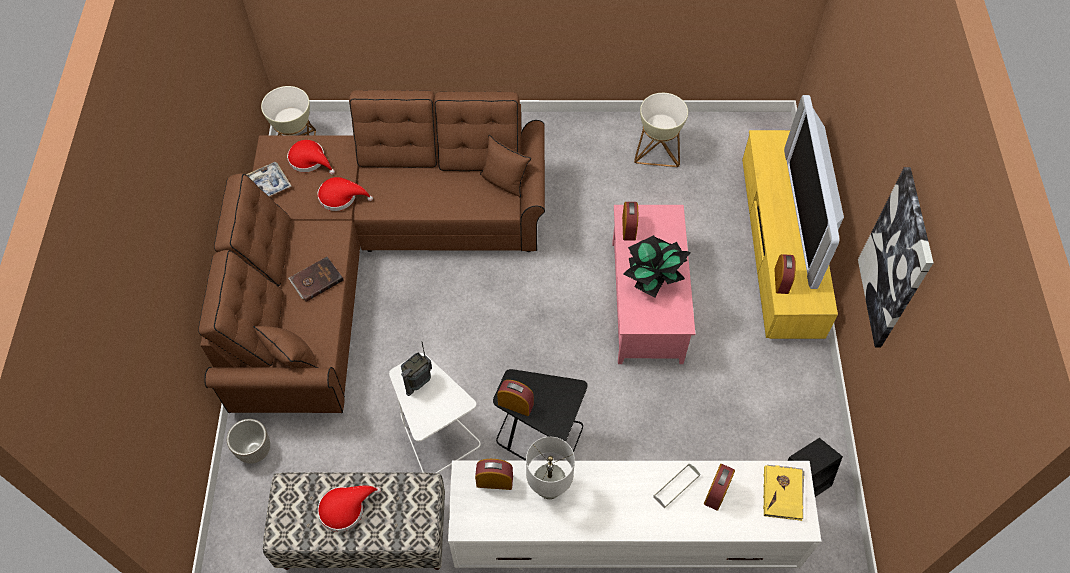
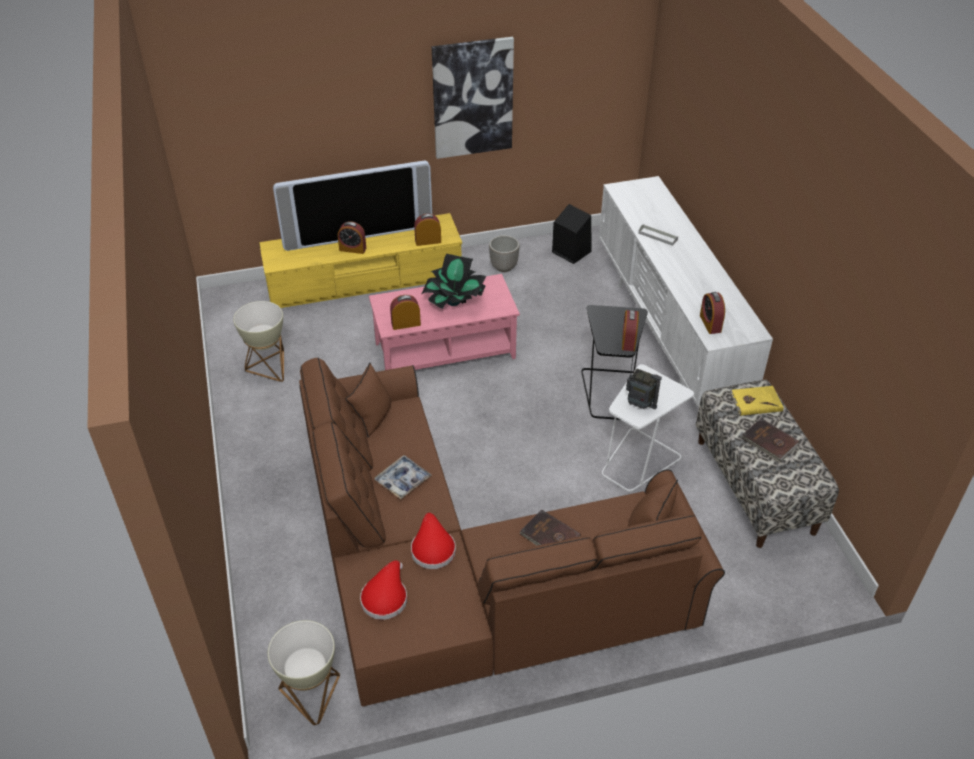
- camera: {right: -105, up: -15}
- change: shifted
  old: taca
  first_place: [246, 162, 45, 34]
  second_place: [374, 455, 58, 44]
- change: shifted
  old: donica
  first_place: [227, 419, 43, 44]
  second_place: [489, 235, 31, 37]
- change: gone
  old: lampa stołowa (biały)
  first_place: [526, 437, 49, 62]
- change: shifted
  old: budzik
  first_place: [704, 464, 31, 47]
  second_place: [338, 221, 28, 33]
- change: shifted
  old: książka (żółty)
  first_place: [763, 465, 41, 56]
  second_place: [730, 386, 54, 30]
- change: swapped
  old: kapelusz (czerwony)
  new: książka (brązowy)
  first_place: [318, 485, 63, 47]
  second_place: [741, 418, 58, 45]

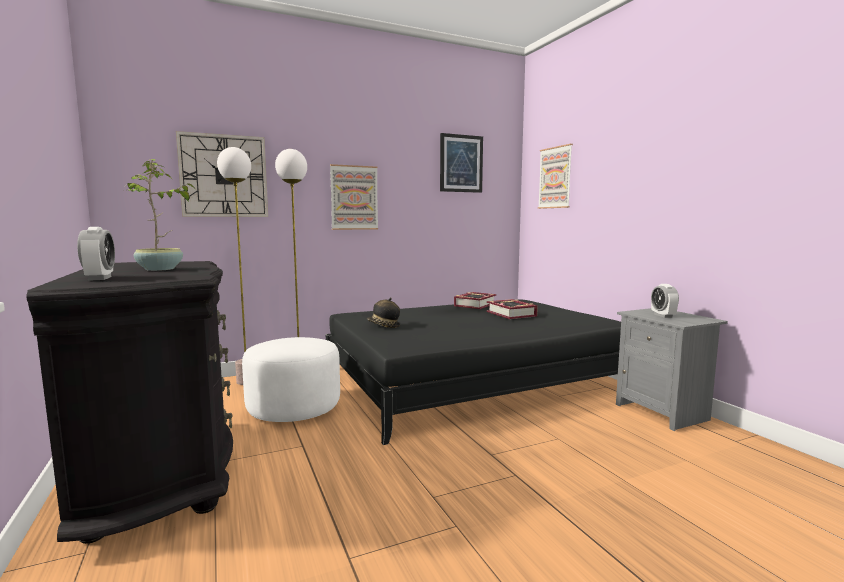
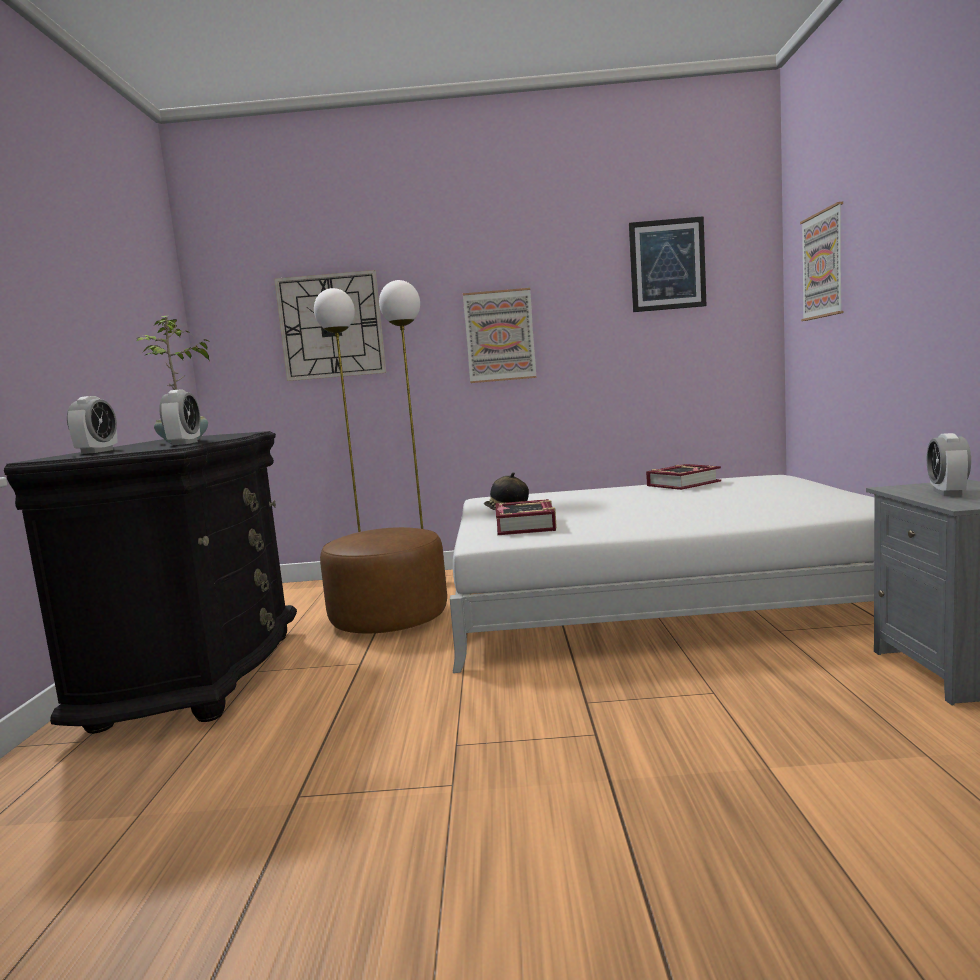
- camera: {right: 25, up: 0}
- change: shifted
  old: książka
  first_place: [487, 299, 51, 20]
  second_place: [496, 499, 61, 36]
- change: repainted
  old: łóżko (czarny)
  new: łóżko (biały)
  first_place: [326, 300, 295, 145]
  second_place: [450, 475, 424, 198]
- change: repainted
  old: pufa (biały)
  new: pufa (brązowy)
  first_place: [242, 337, 98, 85]
  second_place: [320, 527, 127, 106]
- change: new
  new: budzik
  second_place: [159, 389, 41, 56]

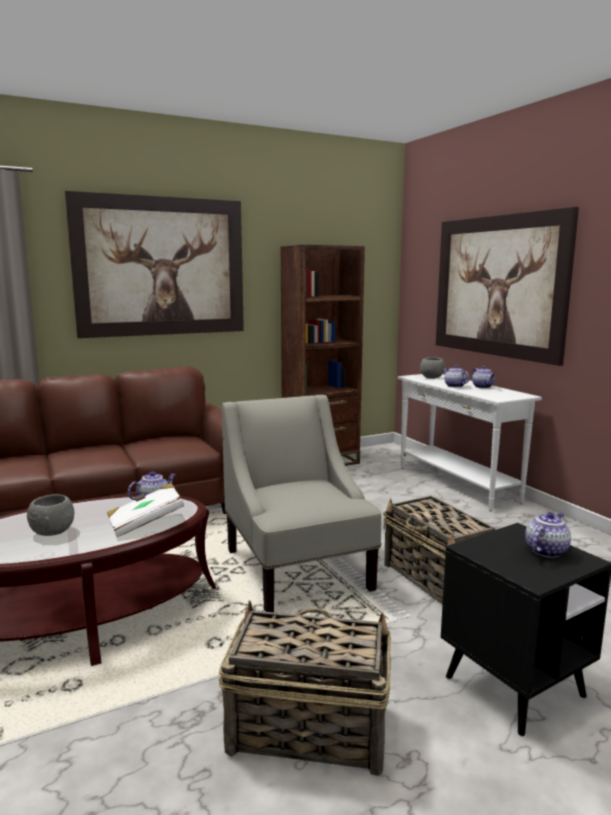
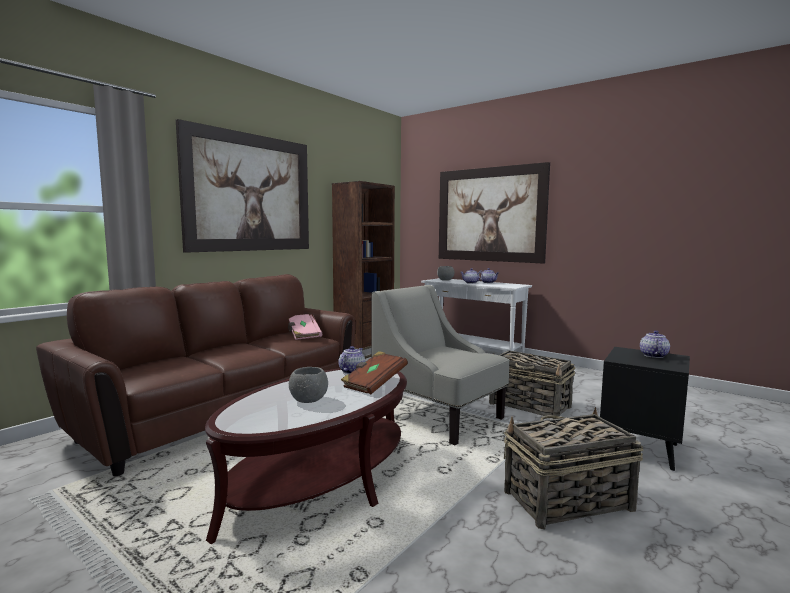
- camera: {right: -25, up: -5}
- change: repainted
  old: książka (biały)
  new: książka (brązowy)
  first_place: [107, 483, 77, 54]
  second_place: [341, 351, 67, 43]
- change: new
  new: książka (różowy)
  second_place: [288, 314, 34, 26]

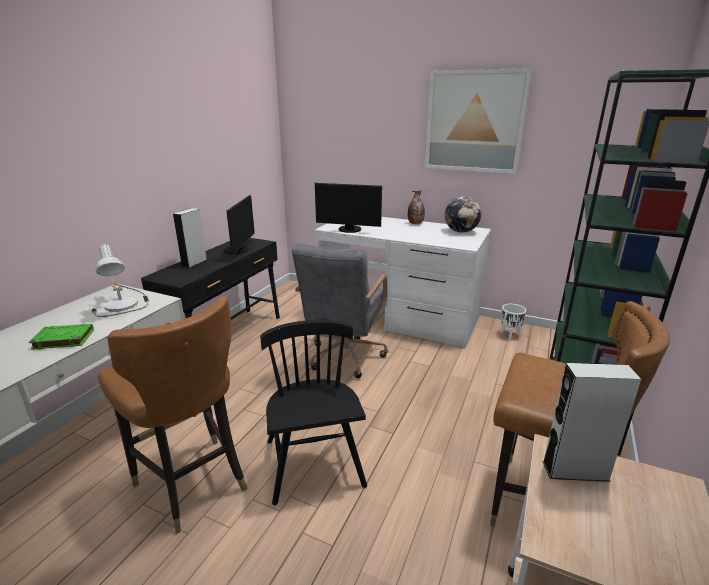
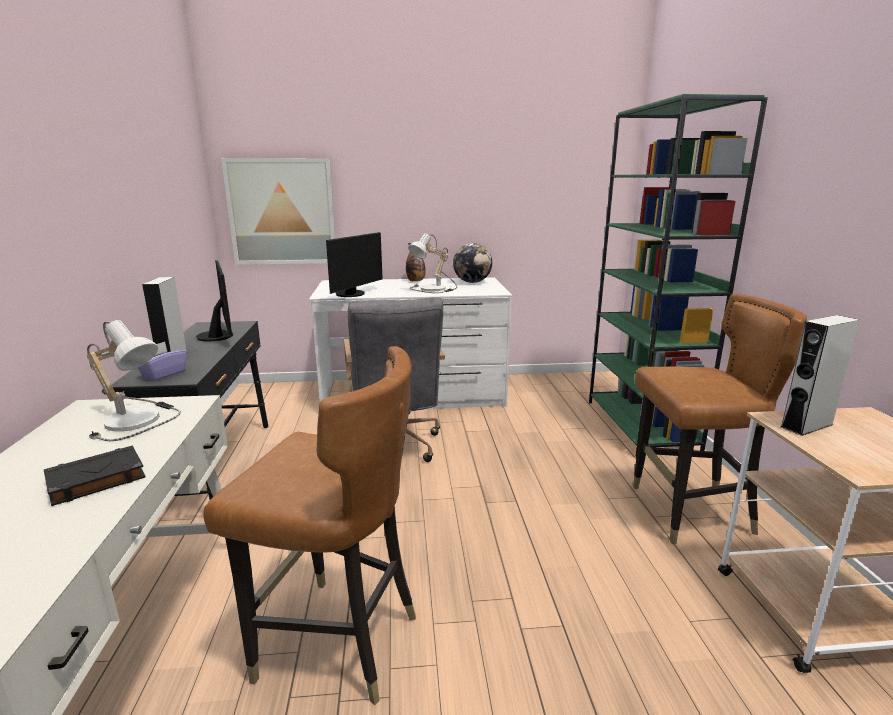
- camera: {right: -30, up: -5}
- change: shifted
  old: obraz
  first_place: [425, 68, 107, 106]
  second_place: [221, 158, 115, 107]
- change: rotated
  old: monitor
  first_place: [315, 183, 67, 50]
  second_place: [326, 232, 57, 65]
  degrees: -45
- change: gone
  old: donica (biały)
  first_place: [501, 304, 25, 36]
- change: gone
  old: krzesło (czarny)
  first_place: [260, 320, 107, 185]
- change: repainted
  old: książka (zielony)
  new: książka (czarny)
  first_place: [29, 324, 65, 26]
  second_place: [44, 445, 102, 61]
- change: new
  new: lampa stołowa
  second_place: [408, 233, 49, 60]
- change: new
  new: pudełko chusteczek (fioletowy)
  second_place: [138, 342, 49, 39]

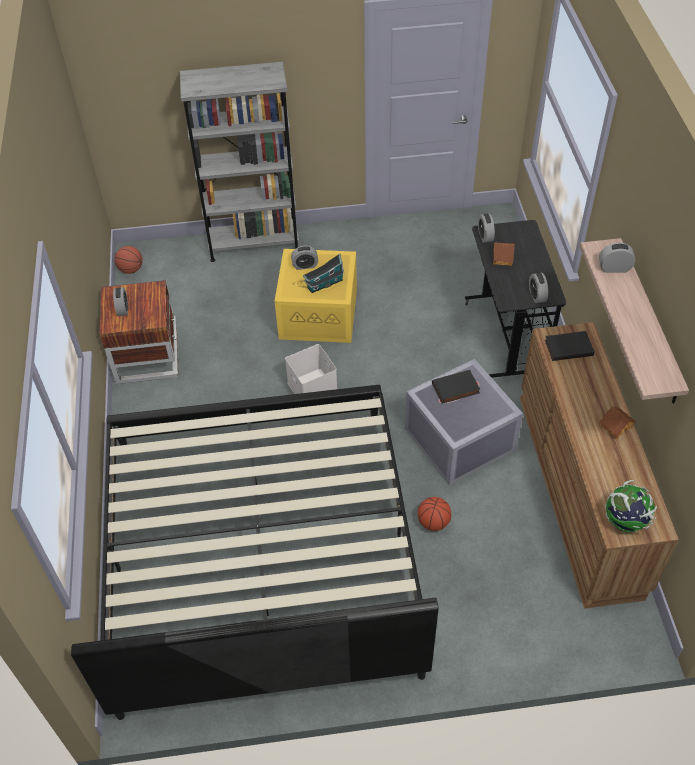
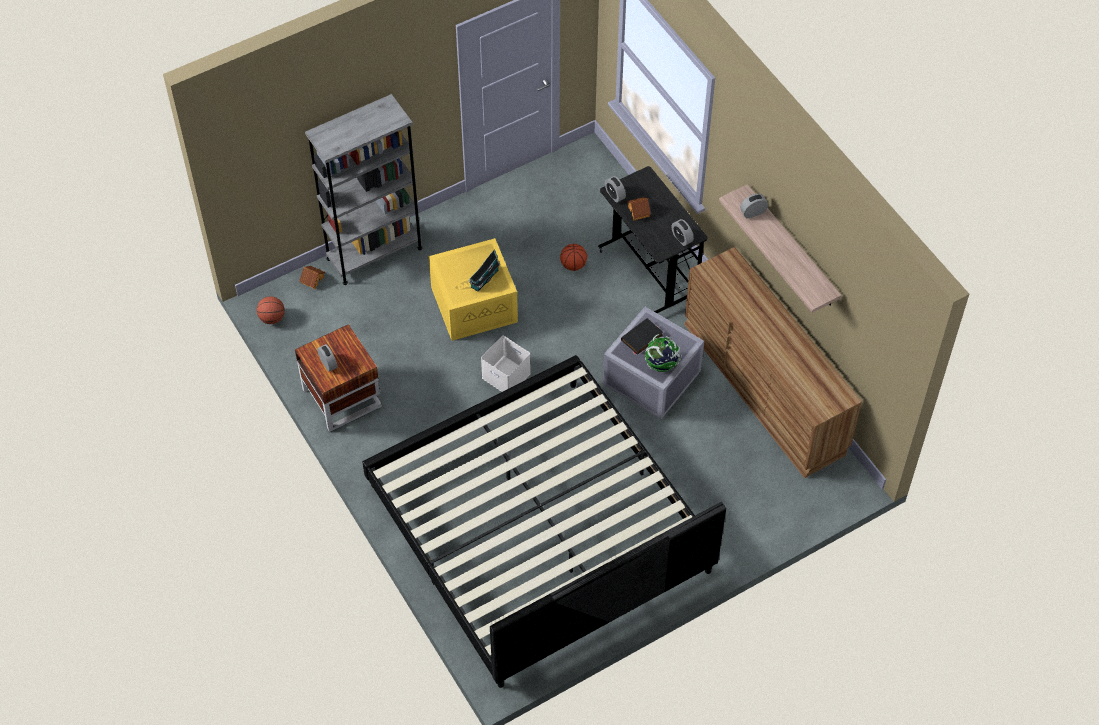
- camera: {right: -25, up: 5}
- change: gone
  old: budzik
  first_place: [291, 246, 27, 24]
- change: gone
  old: książka (czarny)
  first_place: [545, 331, 49, 30]
- change: shifted
  old: domek
  first_place: [599, 406, 37, 33]
  second_place: [299, 266, 26, 23]
- change: shifted
  old: globus
  first_place: [605, 480, 52, 52]
  second_place: [645, 334, 37, 38]
- change: shifted
  old: piłka do koszykówki
  first_place: [418, 497, 33, 34]
  second_place: [560, 244, 27, 27]

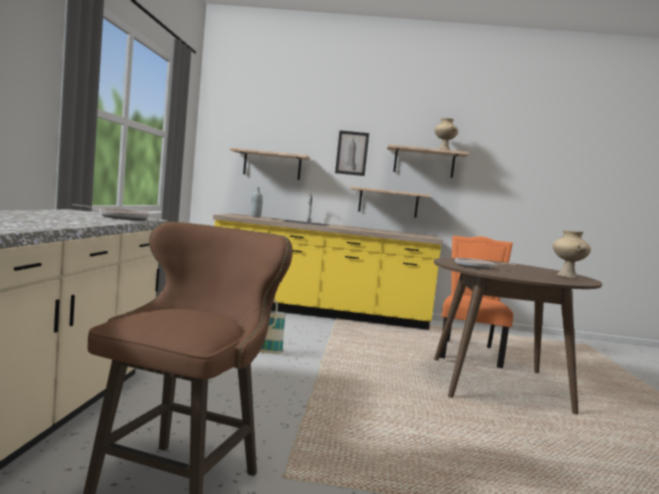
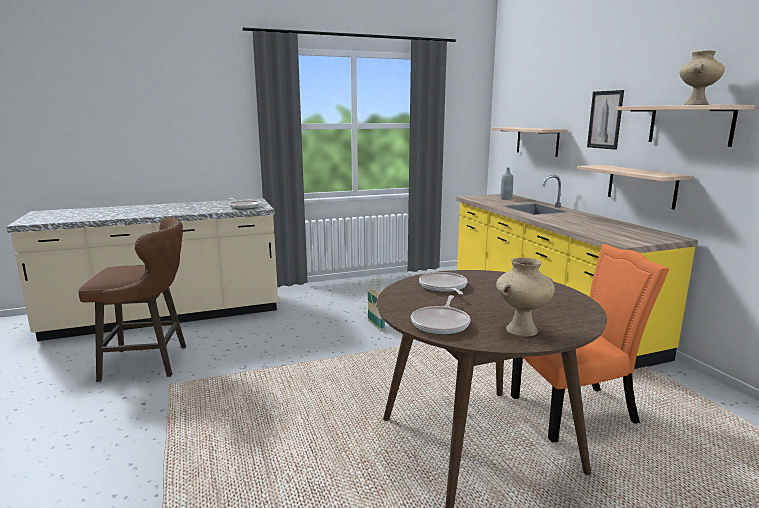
- camera: {right: 65, up: 10}
- change: new
  new: patelnia
  second_place: [411, 295, 59, 40]

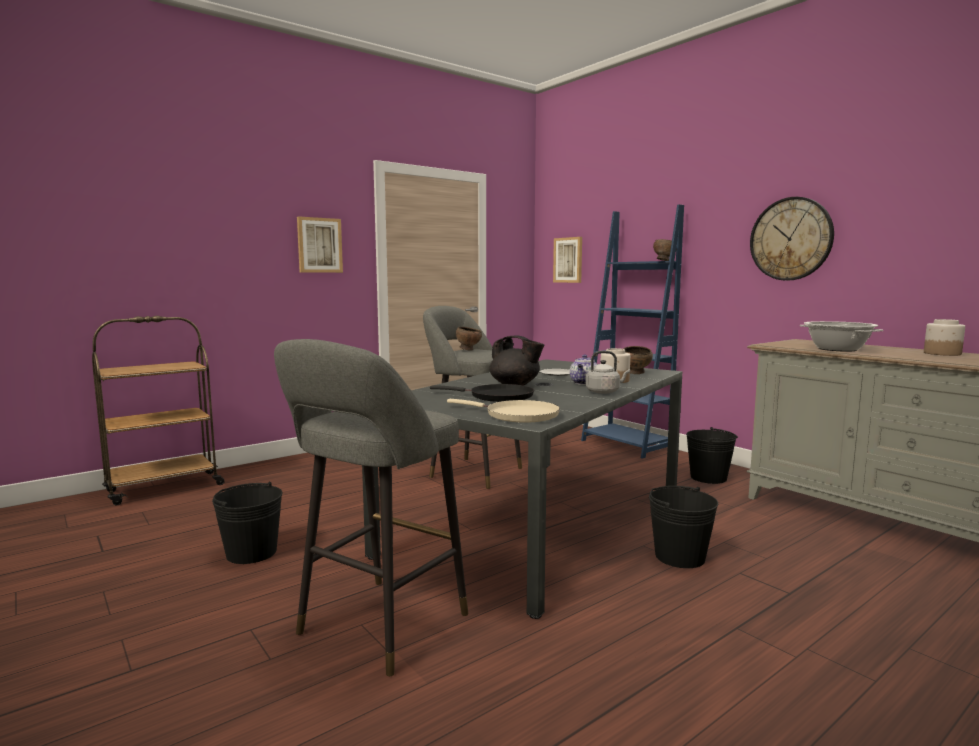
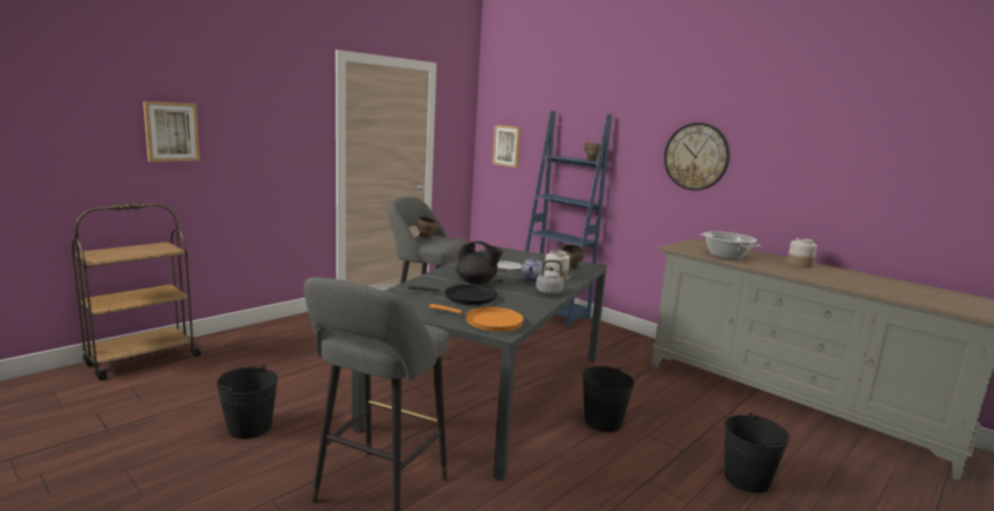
- camera: {right: -10, up: 5}
- change: shifted
  old: obraz
  first_place: [297, 216, 46, 57]
  second_place: [143, 101, 57, 61]
- change: repainted
  old: patelnia (beżowy)
  new: patelnia (pomarańczowy)
  first_place: [447, 399, 113, 24]
  second_place: [429, 304, 95, 28]
- change: shifted
  old: wiadro (czarny)
  first_place: [686, 427, 52, 57]
  second_place: [724, 413, 66, 80]

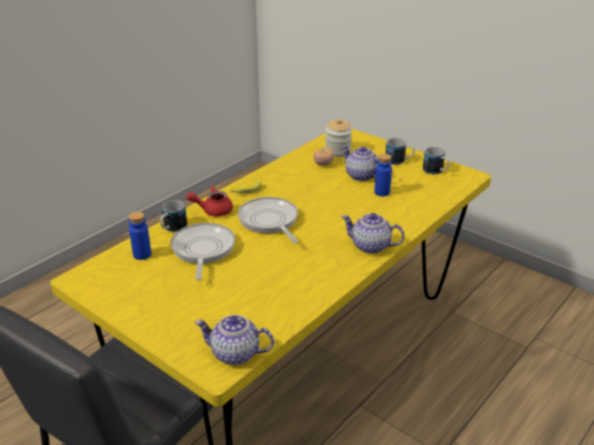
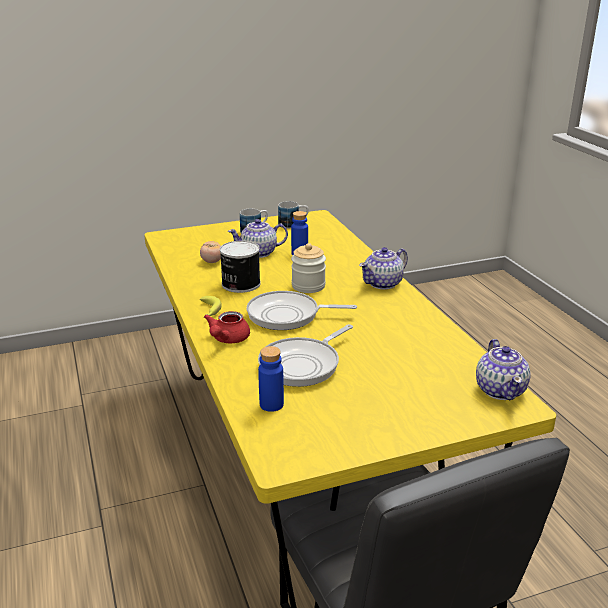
- camera: {right: -60, up: -5}
- change: shifted
  old: słoik
  first_place: [325, 118, 27, 39]
  second_place: [291, 243, 35, 50]
- change: gone
  old: kubek
  first_place: [160, 200, 27, 32]
- change: rotated
  old: patelnia
  first_place: [171, 223, 64, 57]
  second_place: [258, 324, 95, 63]
  degrees: -75
- change: rotated
  old: imbryk
  first_place: [195, 315, 79, 50]
  second_place: [476, 339, 55, 61]
  degrees: -45
- change: new
  new: puszka
  second_place: [220, 241, 41, 52]

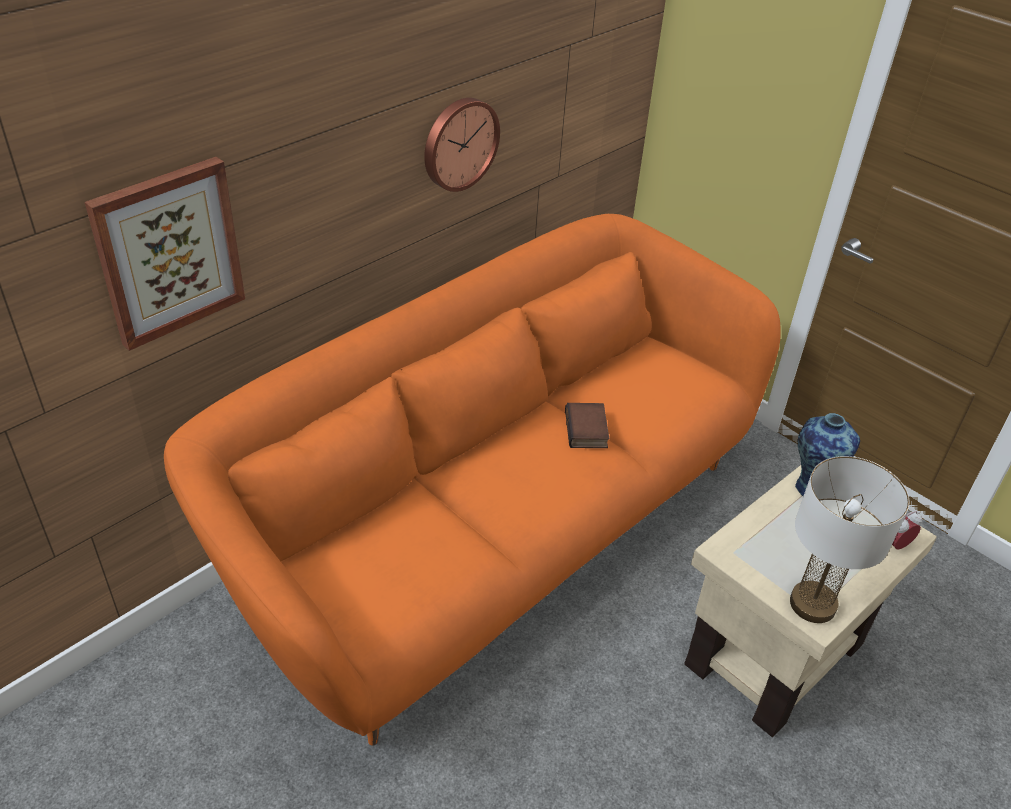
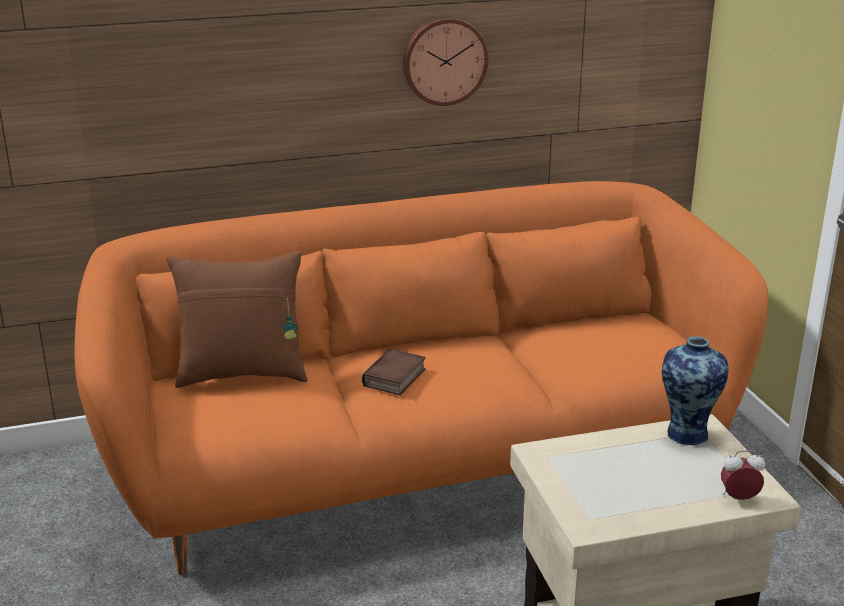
- camera: {right: 30, up: -15}
- change: gone
  old: obraz
  first_place: [85, 157, 160, 194]
- change: shifted
  old: książka
  first_place: [565, 403, 44, 45]
  second_place: [362, 349, 63, 46]
- change: gone
  old: lampa stołowa
  first_place: [790, 456, 119, 167]
- change: new
  new: poduszka (brązowy)
  second_place: [166, 251, 141, 137]

